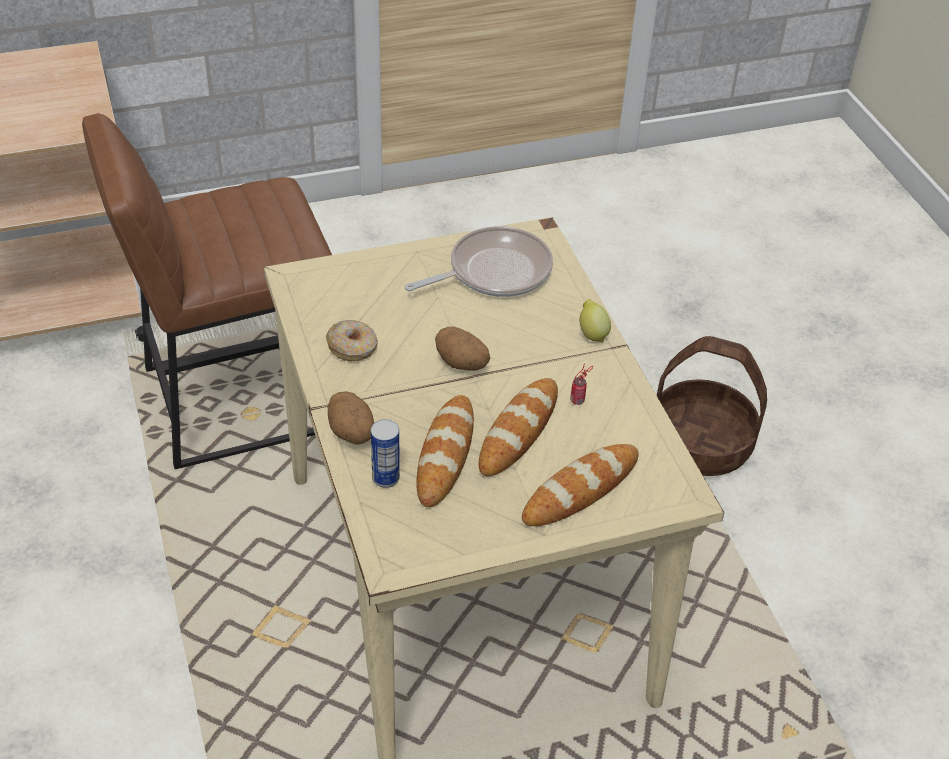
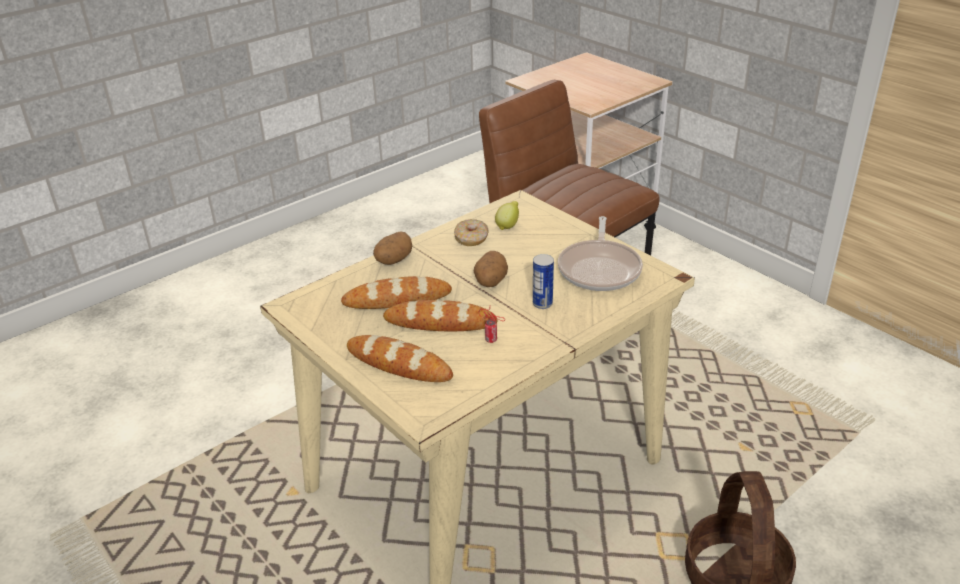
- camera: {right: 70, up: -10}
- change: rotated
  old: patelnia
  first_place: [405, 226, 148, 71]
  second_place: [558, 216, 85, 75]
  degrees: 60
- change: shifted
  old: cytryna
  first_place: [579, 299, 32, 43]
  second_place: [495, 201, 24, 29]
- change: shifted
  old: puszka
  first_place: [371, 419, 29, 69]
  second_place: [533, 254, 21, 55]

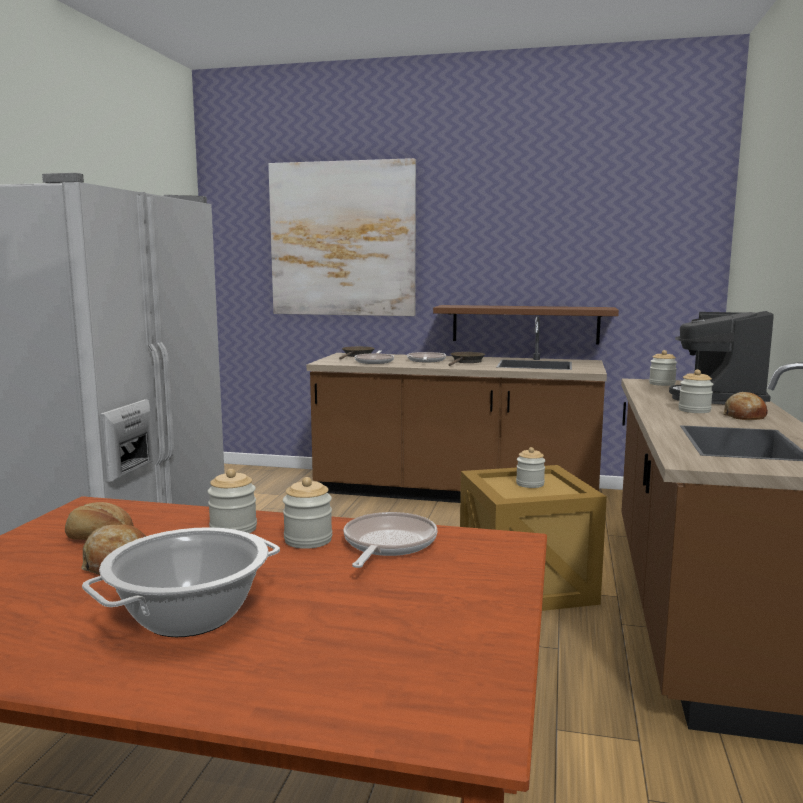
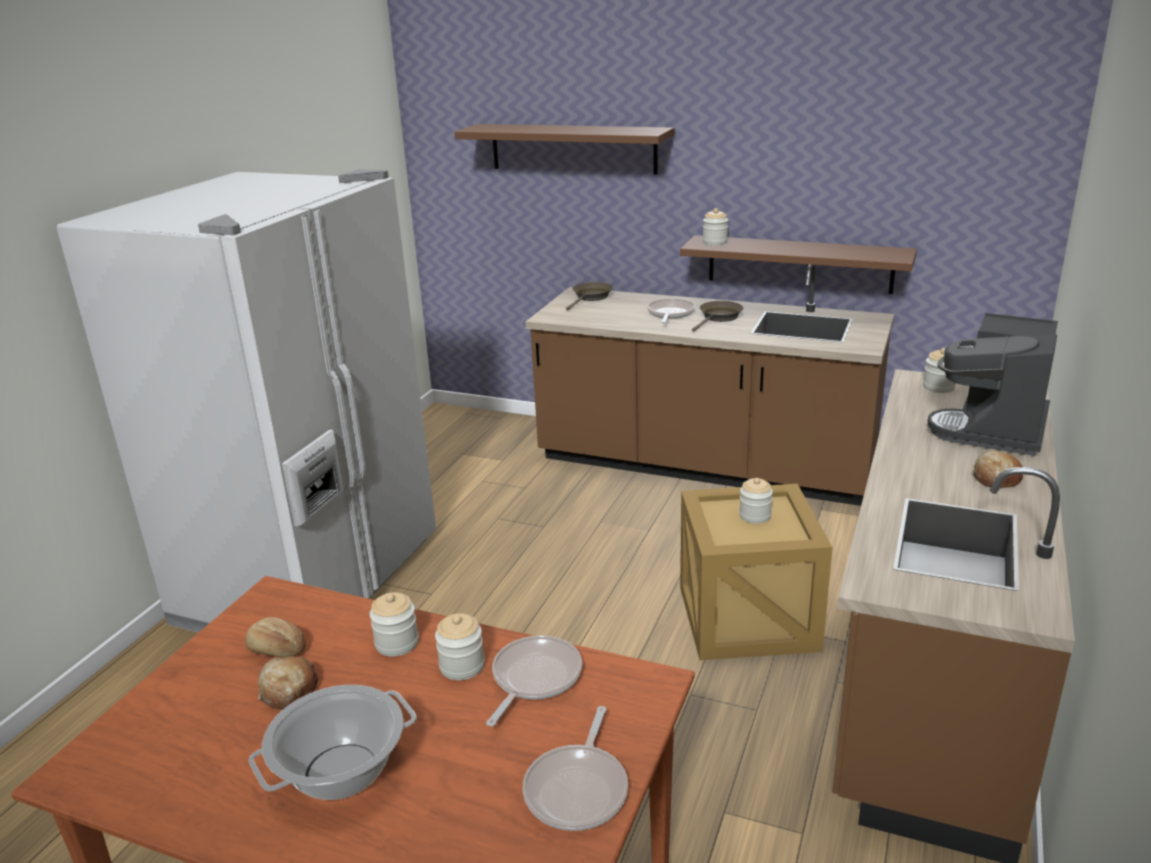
- camera: {right: 10, up: 15}
- change: swapped
  old: obraz
  new: półka (brązowy)
  first_place: [268, 158, 148, 158]
  second_place: [454, 124, 220, 51]
- change: shifted
  old: patelnia
  first_place: [355, 350, 39, 14]
  second_place: [523, 706, 105, 125]
- change: shifted
  old: słoik
  first_place: [678, 369, 36, 44]
  second_place: [703, 208, 25, 37]

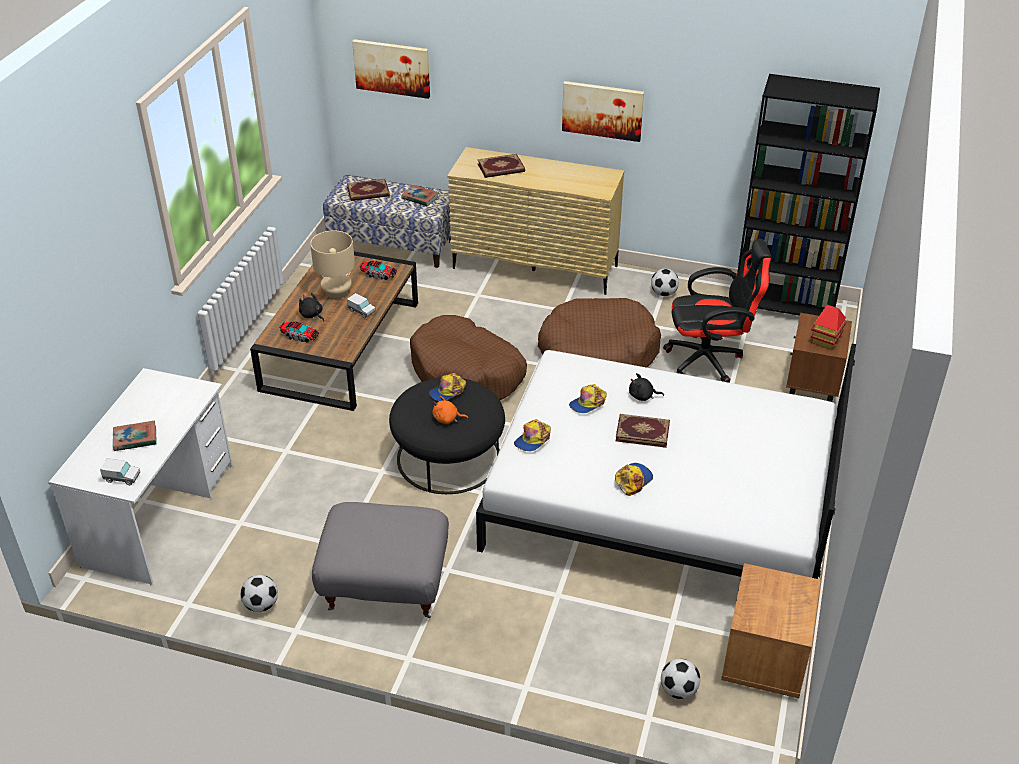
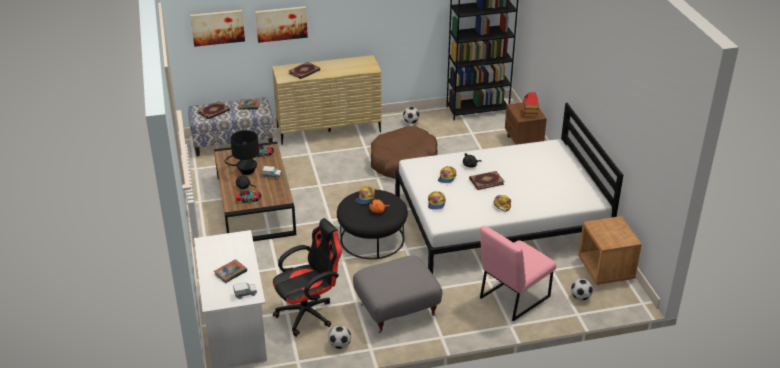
- camera: {right: -30, up: -5}
- change: shifted
  old: obraz
  first_place: [562, 81, 82, 61]
  second_place: [255, 6, 53, 37]
- change: repainted
  old: lampa stołowa (beżowy)
  new: lampa stołowa (czarny)
  first_place: [310, 230, 45, 69]
  second_place: [225, 130, 34, 45]
- change: shifted
  old: krzesło biurowe (czarny)
  first_place: [663, 239, 108, 144]
  second_place: [273, 218, 69, 119]
- change: gone
  old: legowisko (brązowy)
  first_place: [410, 315, 117, 85]
- change: new
  new: krzesło (różowy)
  second_place: [480, 226, 76, 95]

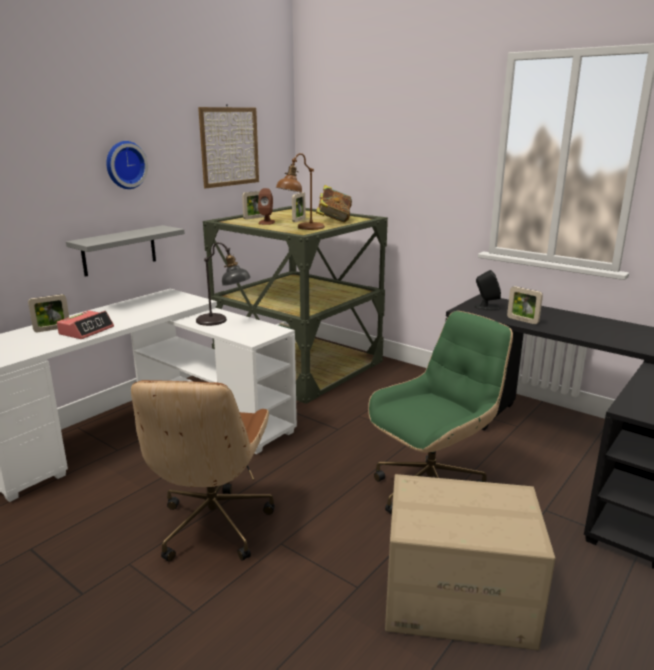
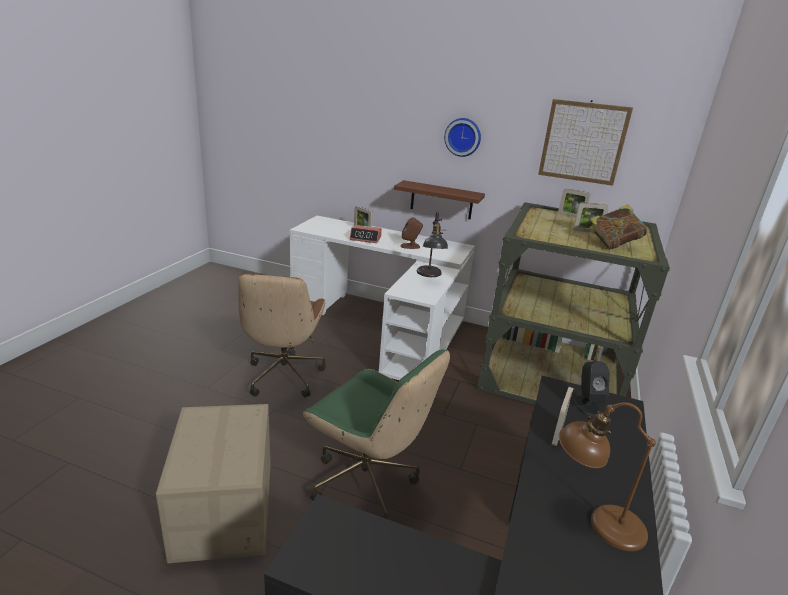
- camera: {right: 70, up: 5}
- change: shifted
  old: lampa stołowa (brązowy)
  first_place: [276, 153, 49, 77]
  second_place: [559, 402, 97, 149]
- change: shifted
  old: głośnik (brązowy)
  first_place: [258, 188, 17, 37]
  second_place: [400, 217, 23, 32]
- change: repainted
  old: półka (szary)
  new: półka (brązowy)
  first_place: [66, 225, 119, 52]
  second_place: [394, 180, 91, 39]
- change: rotated
  old: krzesło biurowe (brązowy)
  first_place: [131, 380, 144, 182]
  second_place: [238, 274, 88, 124]
  degrees: -75

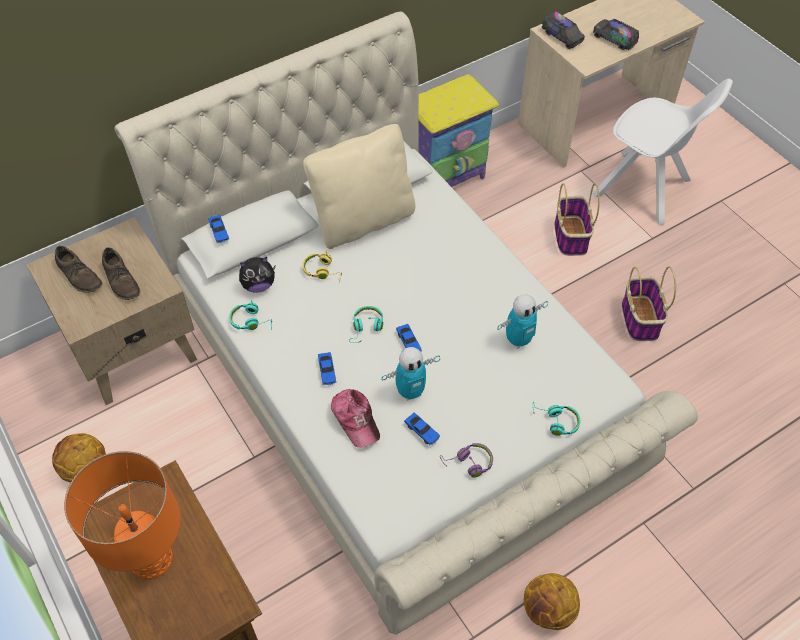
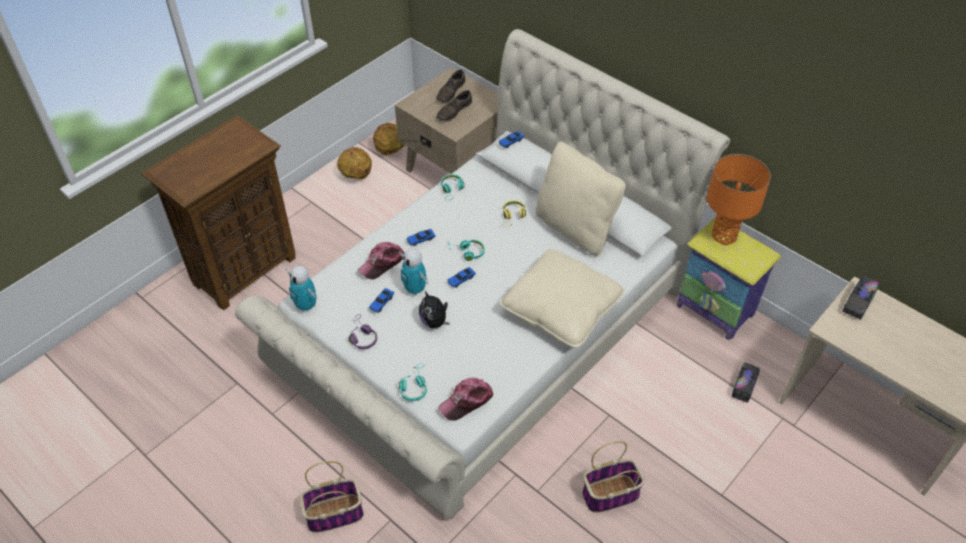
- camera: {right: 75, up: -5}
- change: shifted
  old: ciężarówka zabawkowa
  first_place: [593, 19, 46, 31]
  second_place: [731, 363, 29, 40]
- change: gone
  old: krzesło (biały)
  first_place: [593, 79, 140, 146]
- change: shifted
  old: koszyk
  first_place: [554, 183, 46, 73]
  second_place: [300, 461, 64, 72]
- change: shifted
  old: pluszak
  first_place: [239, 257, 36, 36]
  second_place: [419, 291, 30, 38]
- change: shifted
  old: robot zabawkowy
  first_place: [497, 295, 51, 54]
  second_place: [286, 266, 31, 47]
- change: shifted
  old: lampa stołowa (pomarańczowy)
  first_place: [64, 451, 117, 129]
  second_place: [707, 154, 64, 90]
- change: shifted
  old: piłka do koszykówki
  first_place: [524, 573, 56, 57]
  second_place: [373, 123, 32, 32]
- change: new
  new: poduszka (beżowy)
  second_place: [500, 249, 125, 99]
- change: new
  new: czapka z daszkiem
  second_place: [438, 378, 56, 43]

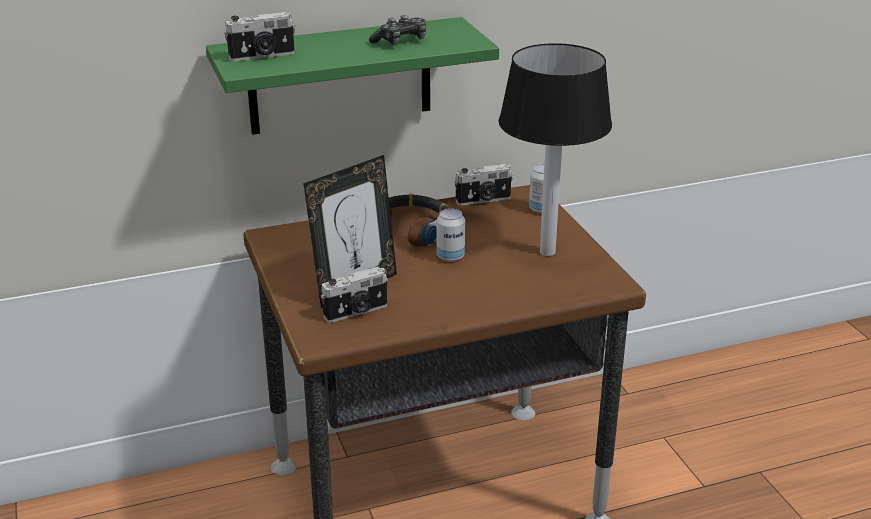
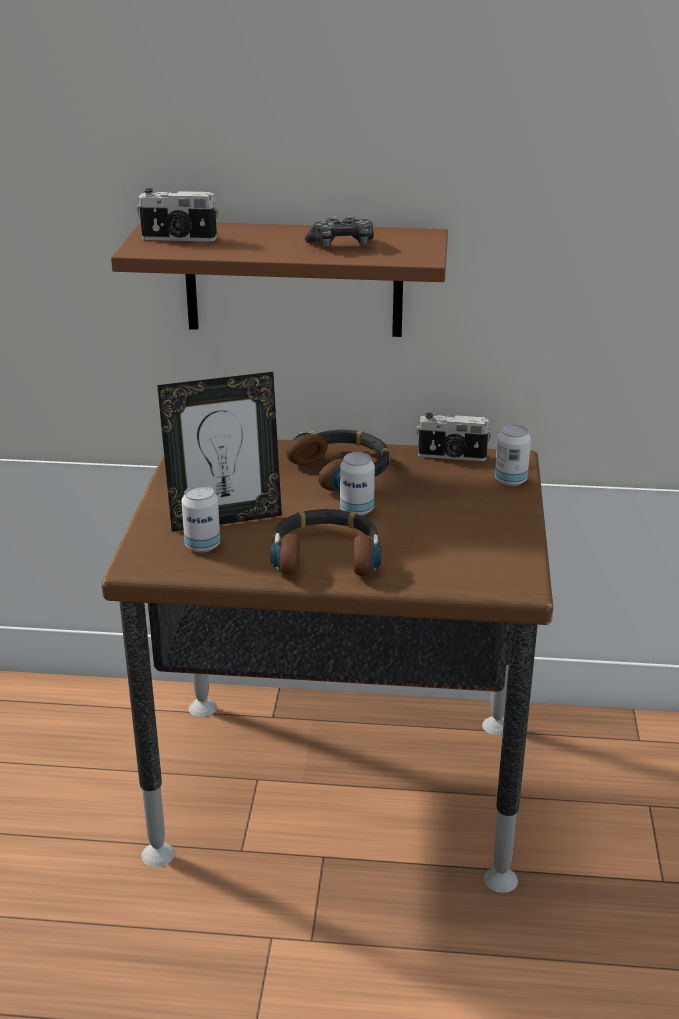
- camera: {right: 25, up: 0}
- change: repainted
  old: półka (zielony)
  new: półka (brązowy)
  first_place: [206, 17, 293, 118]
  second_place: [111, 222, 337, 115]
- change: gone
  old: lampa stołowa
  first_place: [499, 43, 113, 213]
- change: swapped
  old: aparat fotograficzny
  new: puszka
  first_place: [321, 267, 67, 56]
  second_place: [181, 485, 39, 68]
- change: new
  new: słuchawki
  second_place: [271, 509, 110, 67]

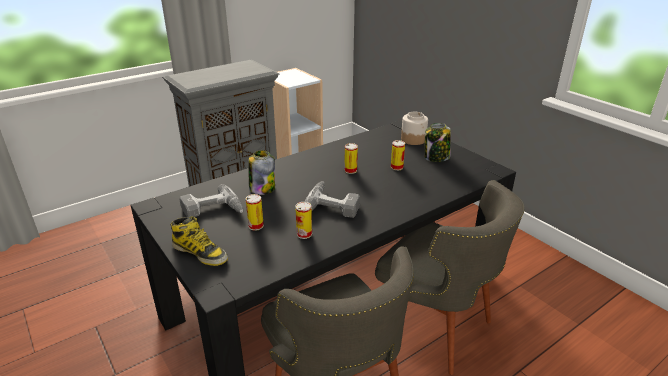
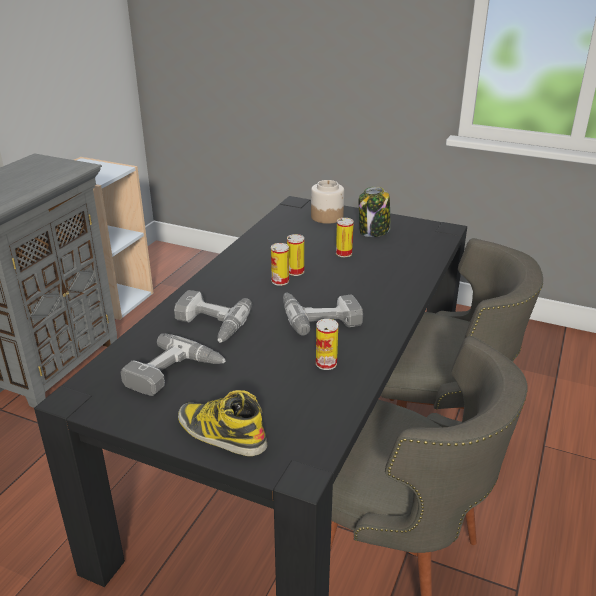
- camera: {right: -30, up: 0}
- change: swapped
  old: słoik
  new: wiertarka
  first_place: [248, 150, 27, 45]
  second_place: [174, 290, 78, 53]
- change: shifted
  old: puszka
  first_place: [246, 194, 18, 37]
  second_place: [271, 243, 18, 43]
- change: rotated
  old: but z cholewką
  first_place: [170, 216, 58, 50]
  second_place: [178, 390, 90, 66]
  degrees: -150

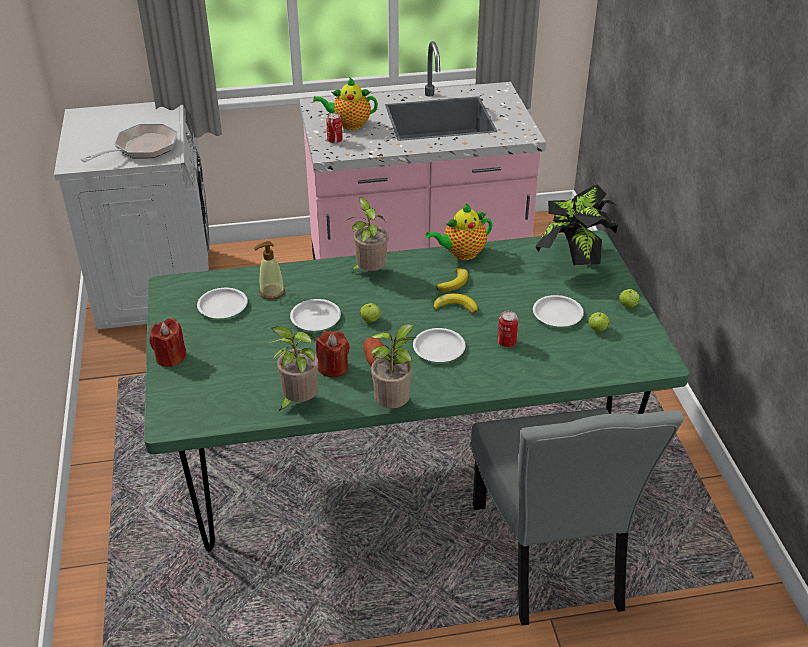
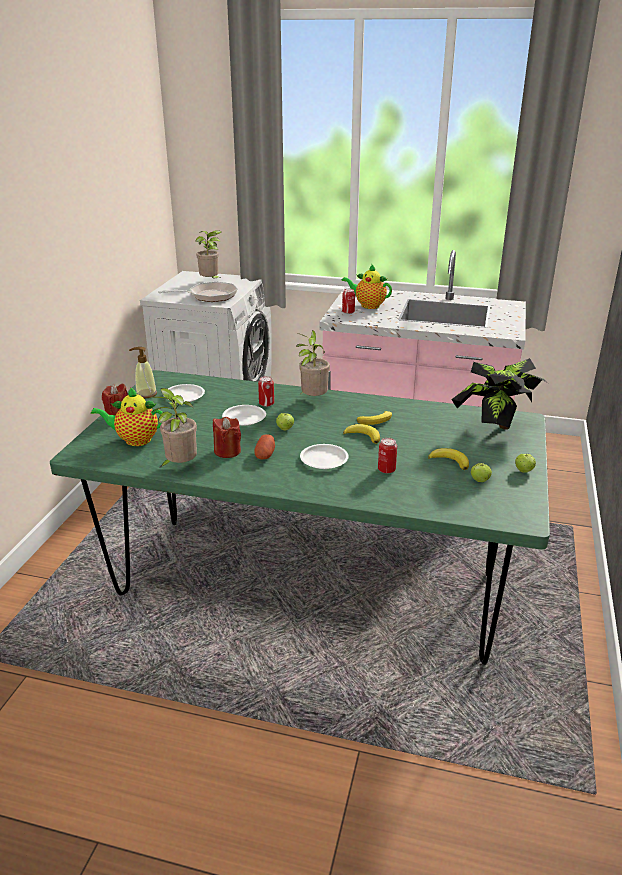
- camera: {right: 25, up: -10}
- change: shifted
  old: imbryk
  first_place: [425, 204, 67, 56]
  second_place: [91, 387, 72, 59]
- change: shifted
  old: dozownik mydła
  first_place: [254, 241, 31, 59]
  second_place: [129, 347, 28, 51]
- change: swapped
  old: talerz (biały)
  new: banan
  first_place: [533, 295, 51, 32]
  second_place: [428, 448, 41, 22]
- change: shifted
  old: roślina doniczkowa
  first_place: [371, 324, 45, 84]
  second_place: [196, 230, 25, 48]
- change: gone
  old: krzesło (szary)
  first_place: [470, 408, 214, 218]
- change: new
  new: puszka
  second_place: [258, 376, 16, 31]

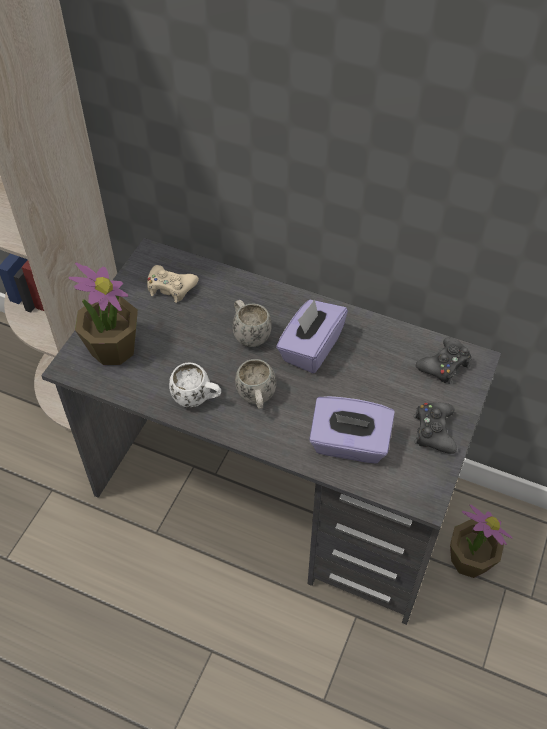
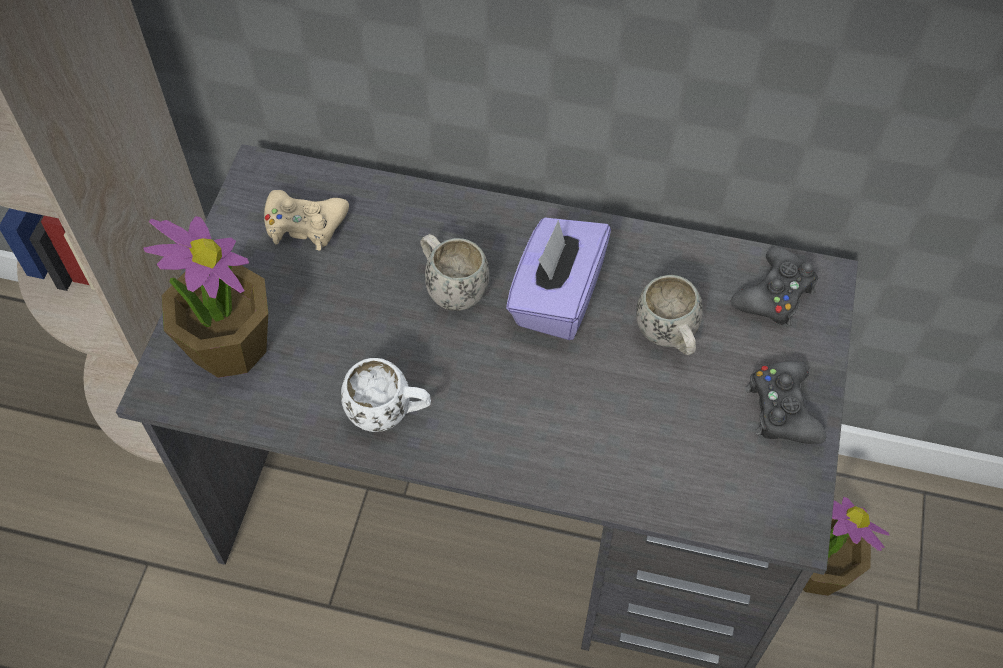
- camera: {right: -10, up: 5}
- change: shifted
  old: kubek (biały)
  first_place: [235, 359, 41, 50]
  second_place: [636, 275, 67, 80]
- change: gone
  old: pudełko chusteczek (fioletowy)
  first_place: [309, 396, 86, 67]

